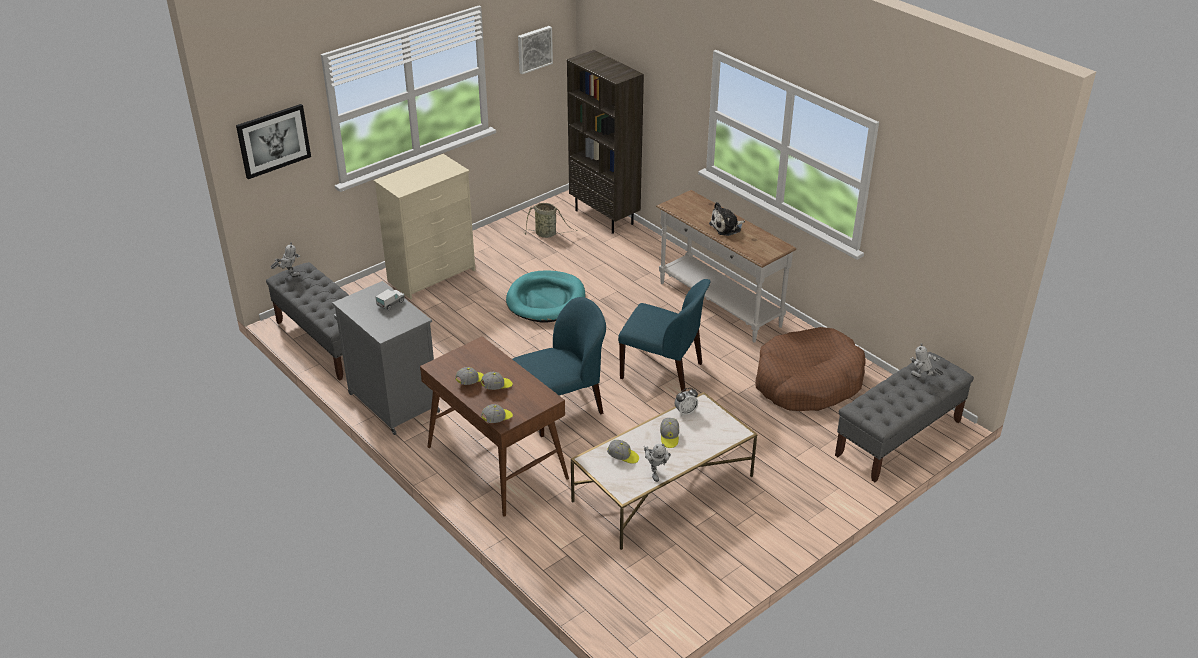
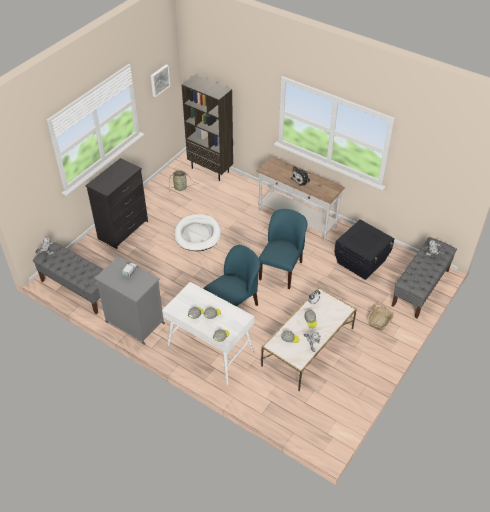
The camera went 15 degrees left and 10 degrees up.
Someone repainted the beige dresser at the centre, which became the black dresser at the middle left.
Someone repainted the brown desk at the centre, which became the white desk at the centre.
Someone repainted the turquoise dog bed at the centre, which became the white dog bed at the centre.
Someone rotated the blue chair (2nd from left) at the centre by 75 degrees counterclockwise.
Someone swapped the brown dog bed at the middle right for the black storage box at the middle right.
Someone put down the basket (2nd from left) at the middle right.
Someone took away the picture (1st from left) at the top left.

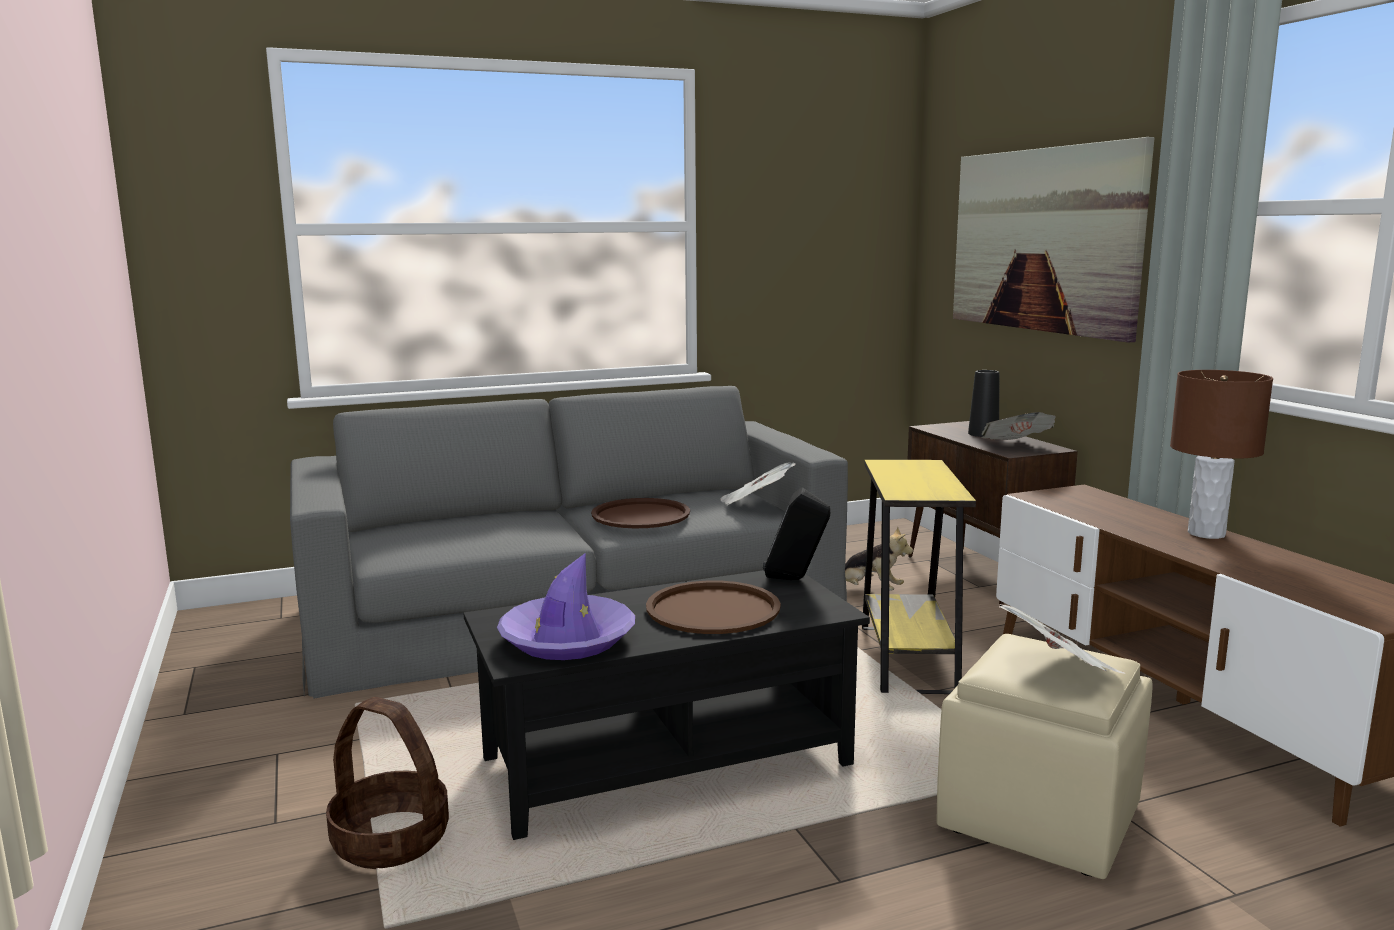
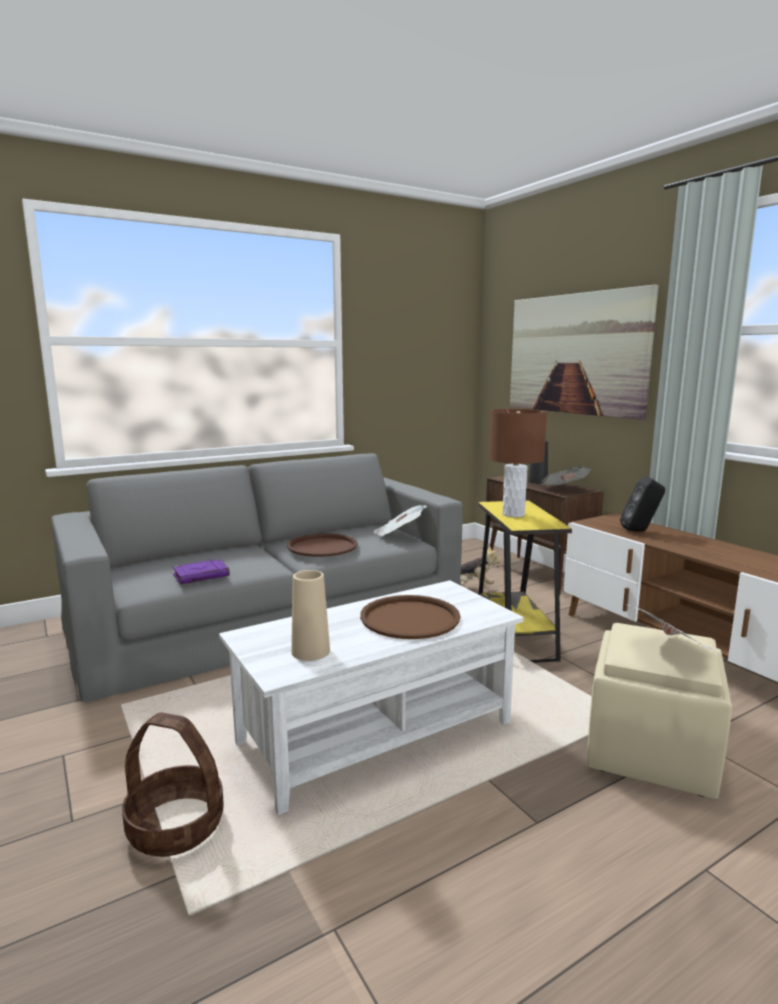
The camera went 10 degrees left and 0 degrees up.
Someone put down the purple book at the middle left.
Someone repainted the black coffee table at the bottom centre, which became the white coffee table at the bottom centre.
Someone swapped the purple hat at the centre for the beige vase at the centre.
Someone carried the brown table lamp from the middle right to the centre.
Someone carried the black speaker from the centre to the middle right.

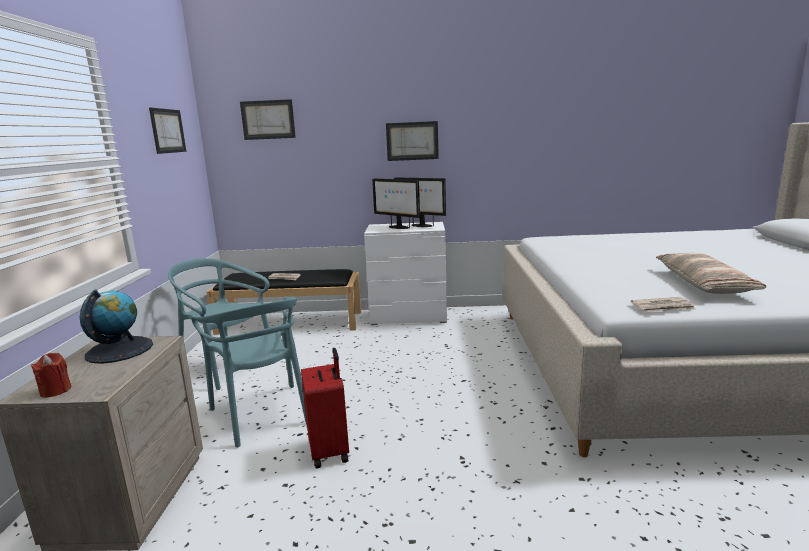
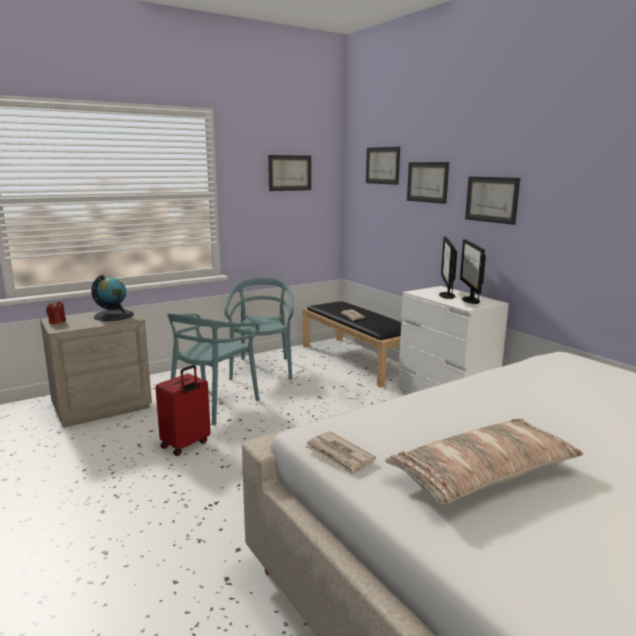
The camera went 55 degrees right and 0 degrees up.
Someone put up the picture (3rd from left) at the top right.

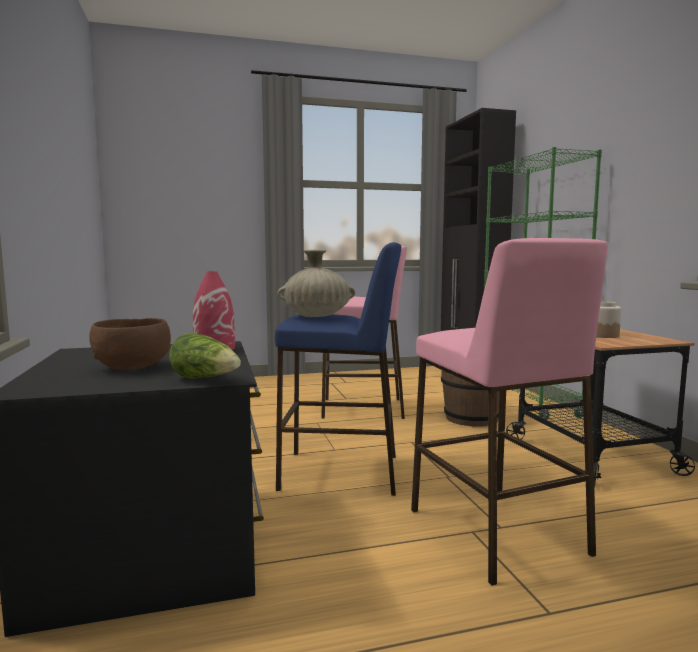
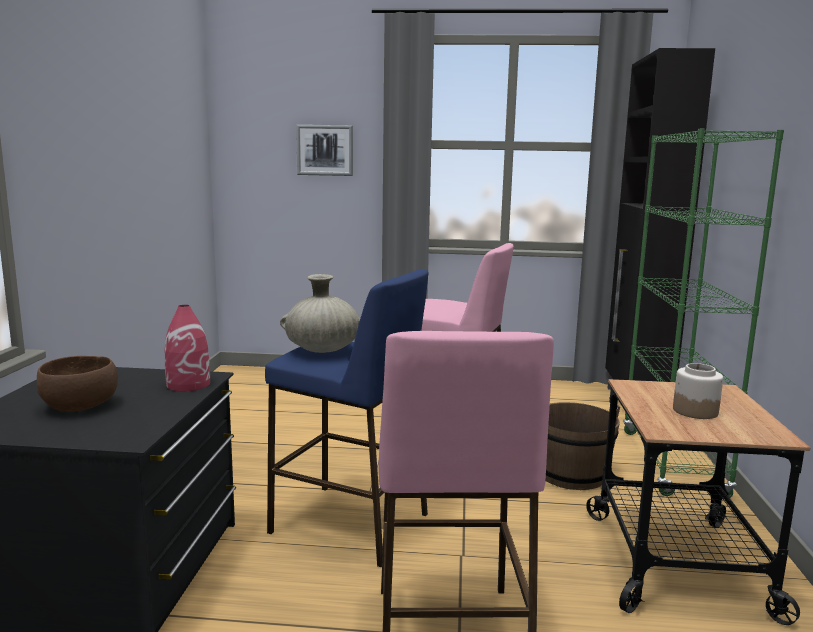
The camera went 20 degrees right and 5 degrees up.
Someone put up the picture at the top centre.
Someone took away the lettuce at the middle left.

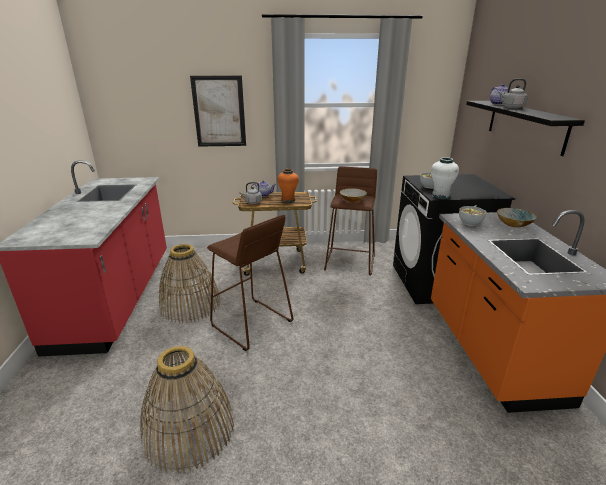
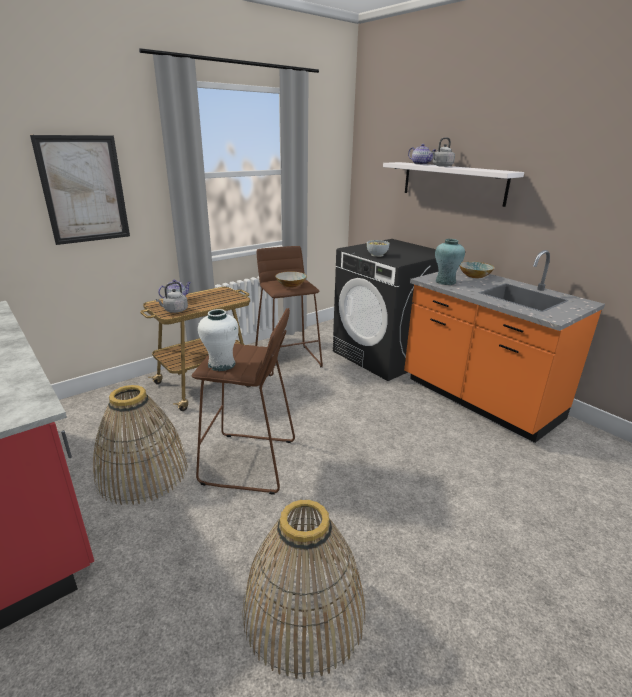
The camera went 35 degrees left and 0 degrees up.
Someone carried the white vase from the middle right to the centre.
Someone repainted the black shelf at the top right, which became the white shelf at the top right.
Someone swapped the bowl (3rd from left) at the middle right for the turquoise vase at the middle right.
Someone took away the orange vase at the centre.

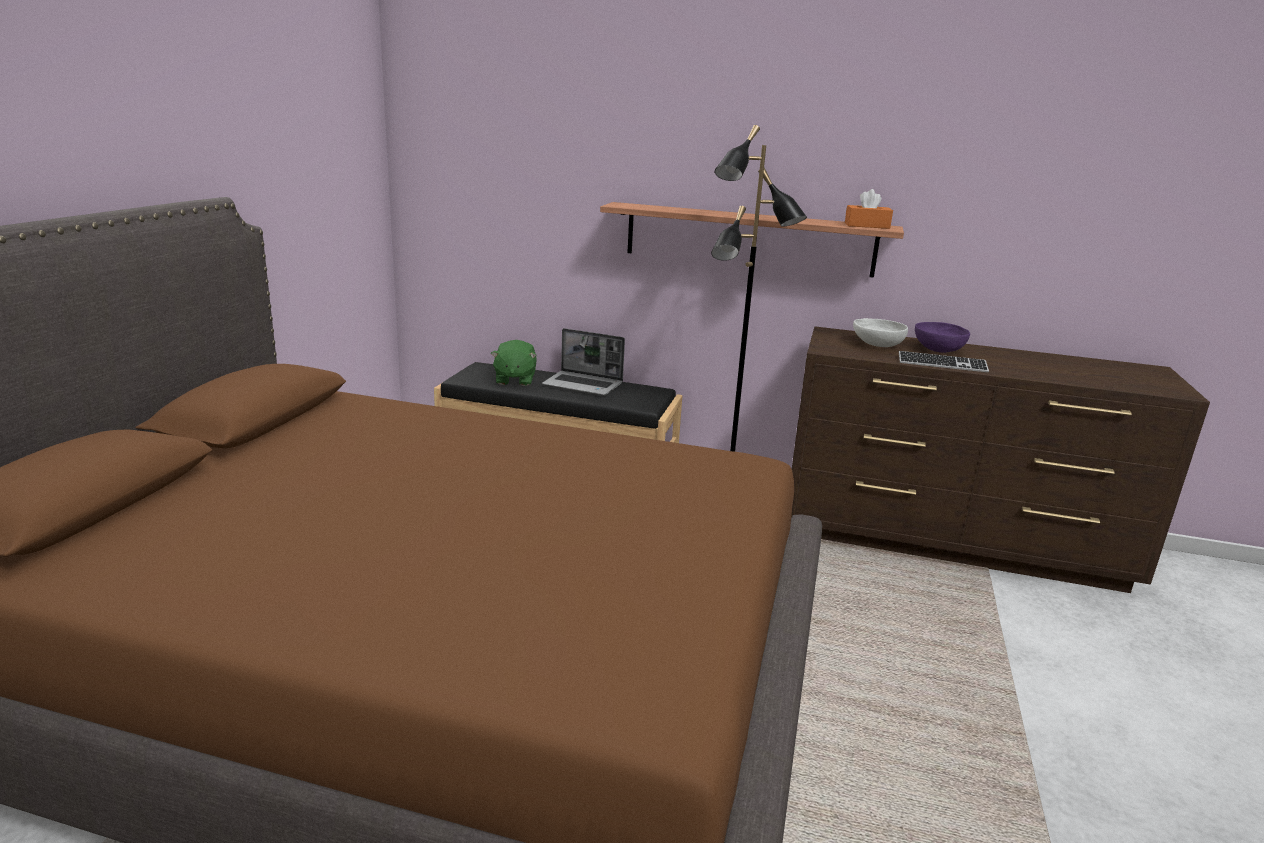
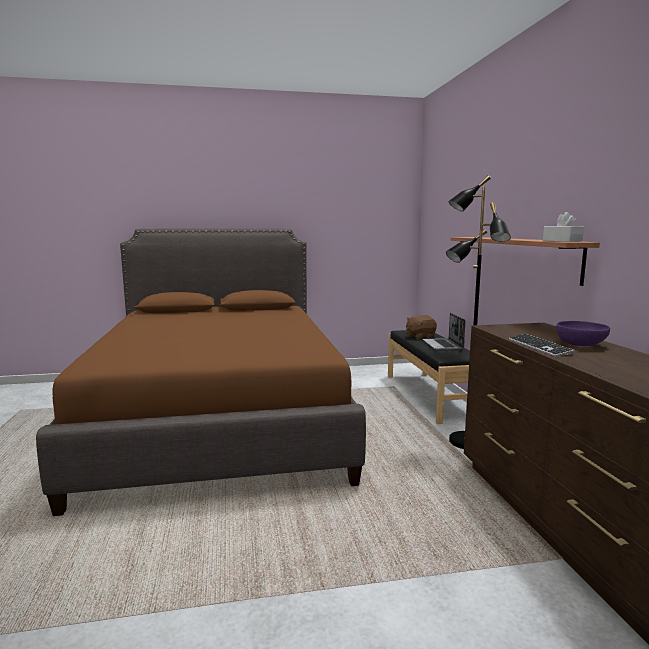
The camera went 65 degrees right and 10 degrees down.
Someone repainted the green plush toy at the centre, which became the brown plush toy at the centre.
Someone repainted the orange tissue box at the top right, which became the white tissue box at the middle right.
Someone took away the white bowl at the middle right.

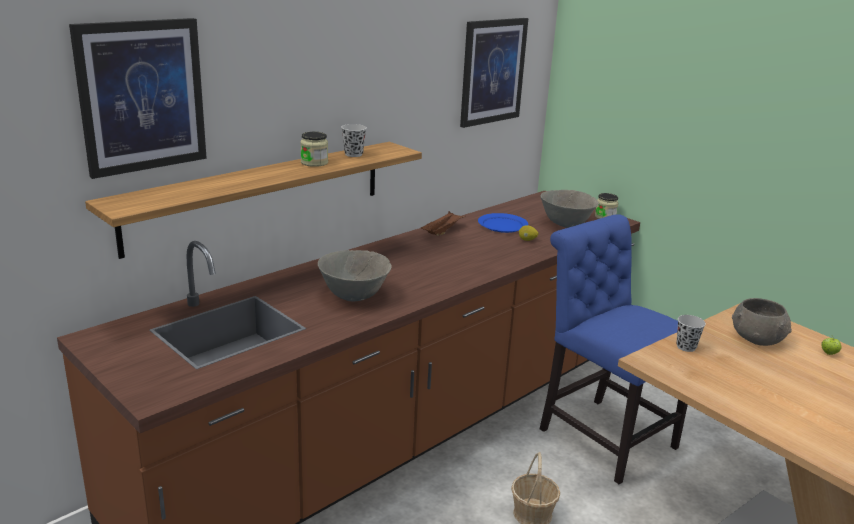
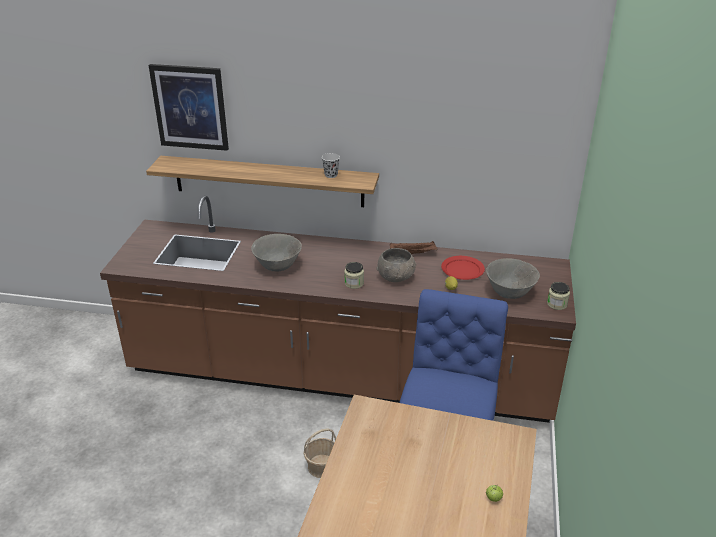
The camera went 55 degrees right and 10 degrees up.
Someone carried the jar (1st from left) from the top centre to the centre.
Someone carried the grey bowl (3rd from left in the first image) from the middle right to the centre.
Someone repainted the blue plate at the centre, which became the red plate at the centre.
Someone took away the picture (2nd from left) at the top centre.
Someone took away the black cup (2nd from left) at the middle right.

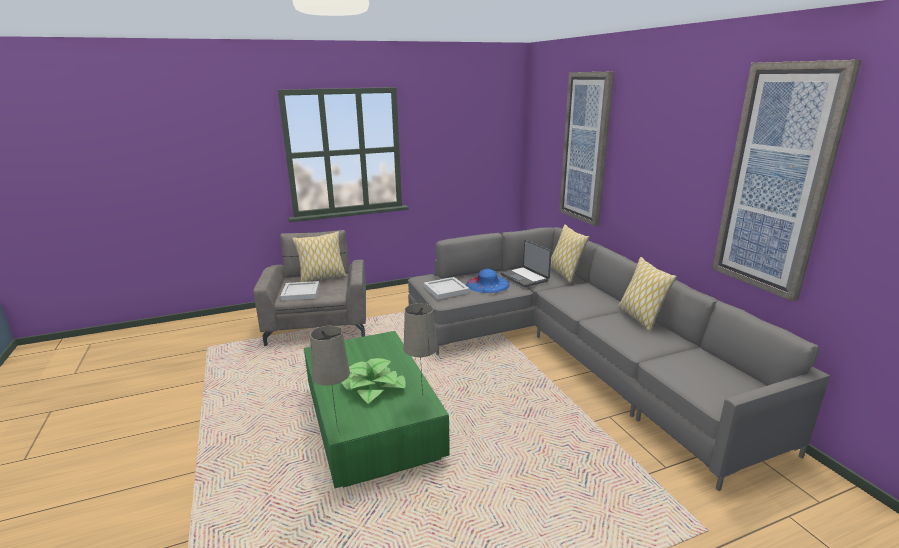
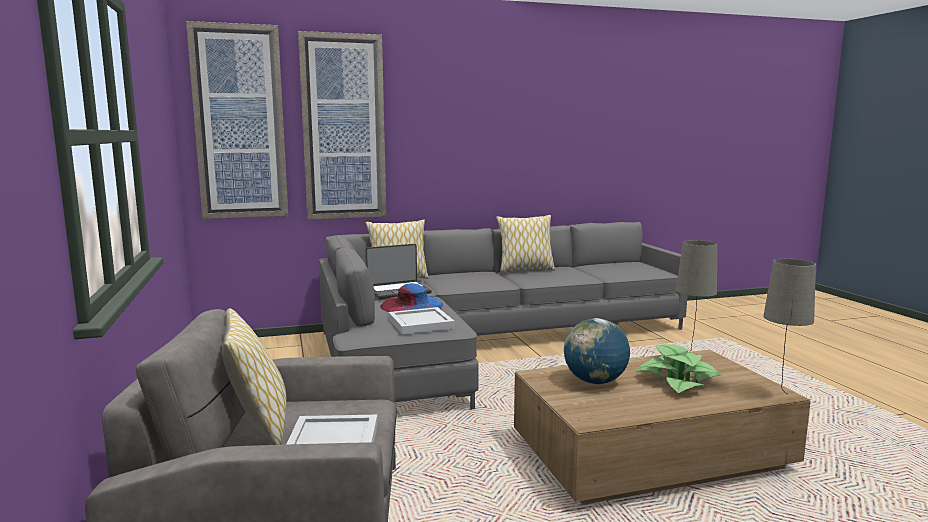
The camera went 85 degrees left and 10 degrees down.
Someone carried the picture (2nd from left in the first image) from the top right to the top left.
Someone repainted the green coffee table at the bottom centre, which became the brown coffee table at the bottom right.
Someone put down the globe at the bottom centre.

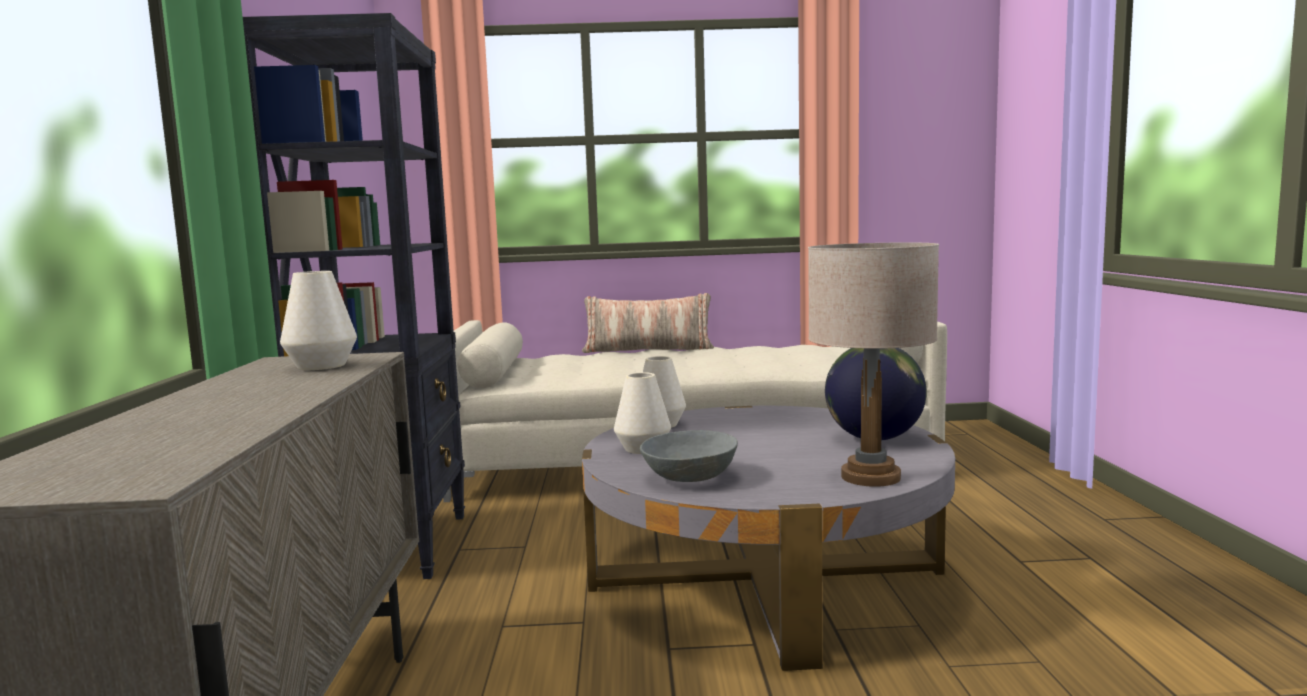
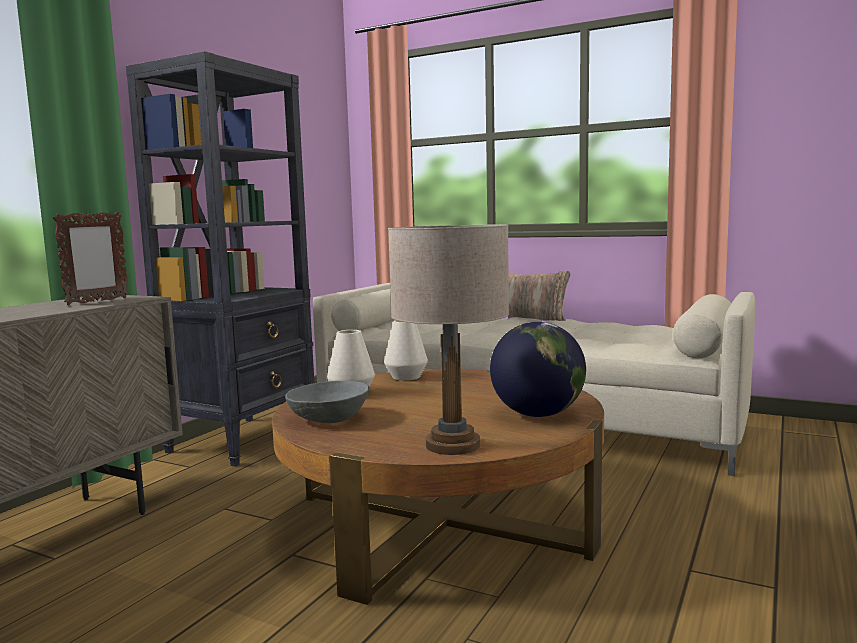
The camera went 30 degrees right and 0 degrees up.
Someone swapped the white vase (1st from left) at the middle left for the picture frame at the middle left.
Someone repainted the grey coffee table at the bottom centre, which became the brown coffee table at the bottom centre.

